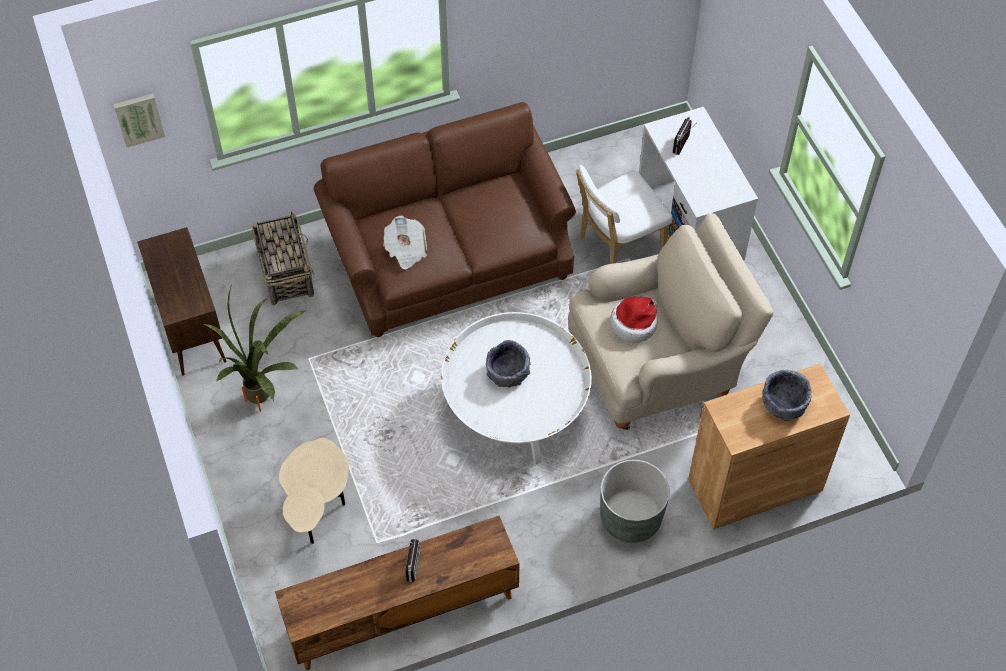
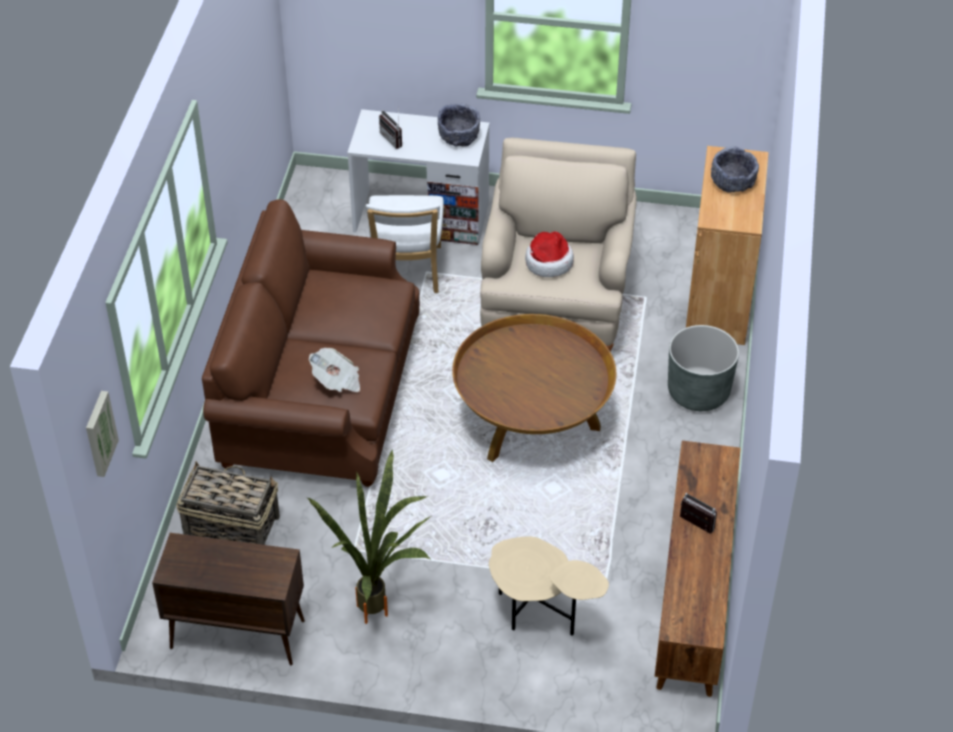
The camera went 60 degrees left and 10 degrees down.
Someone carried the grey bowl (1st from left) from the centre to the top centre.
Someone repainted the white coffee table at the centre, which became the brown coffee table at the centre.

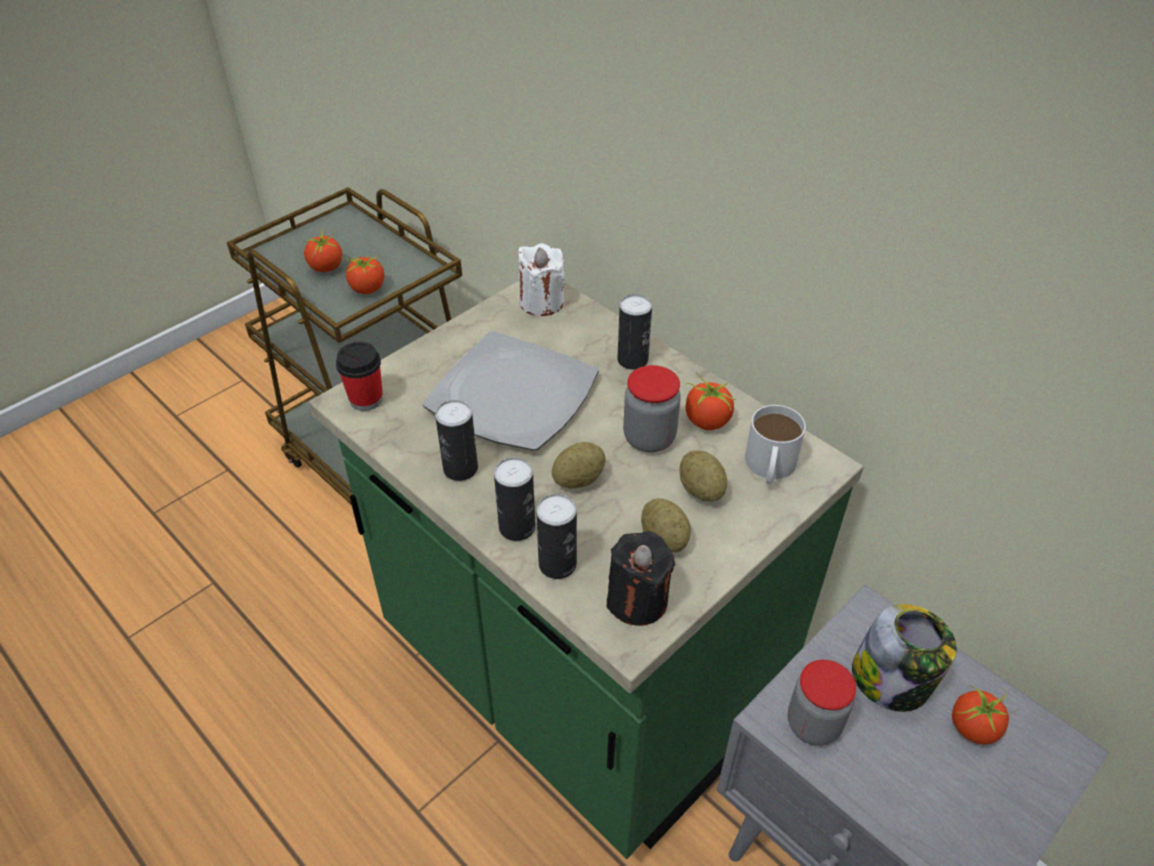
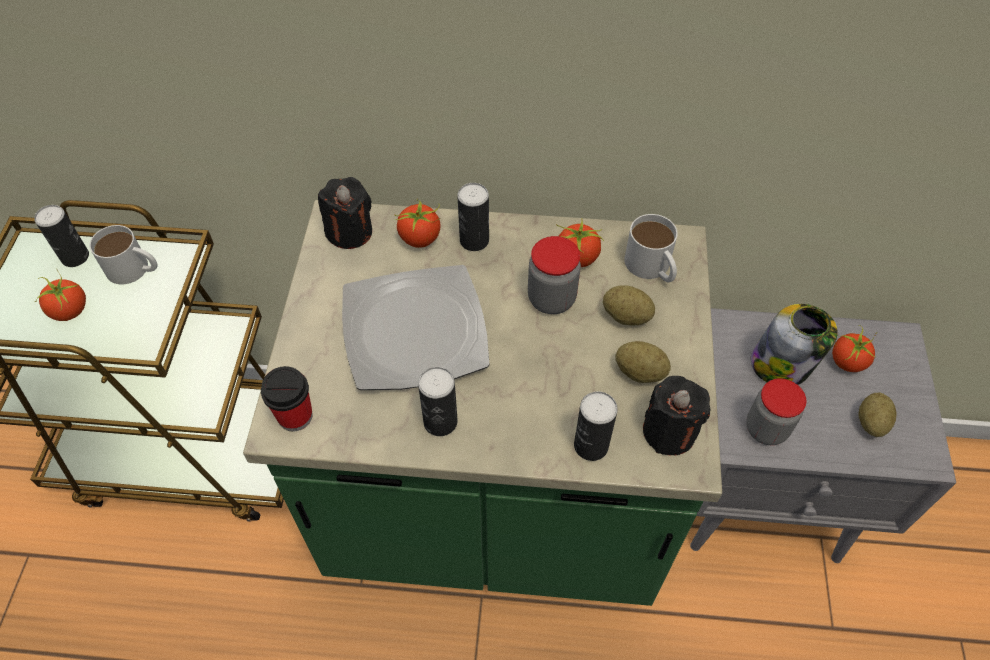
The camera went 40 degrees left and 10 degrees up.
Someone carried the can (2nd from left in the first image) from the centre to the middle left.
Someone put down the white mug (1st from left) at the middle left.
Someone repainted the white candle at the top centre, which became the black candle (1st from left) at the top centre.
Someone carried the tomato (2nd from left) from the top left to the centre.
Someone carried the potato (1st from left in the first image) from the centre to the middle right.

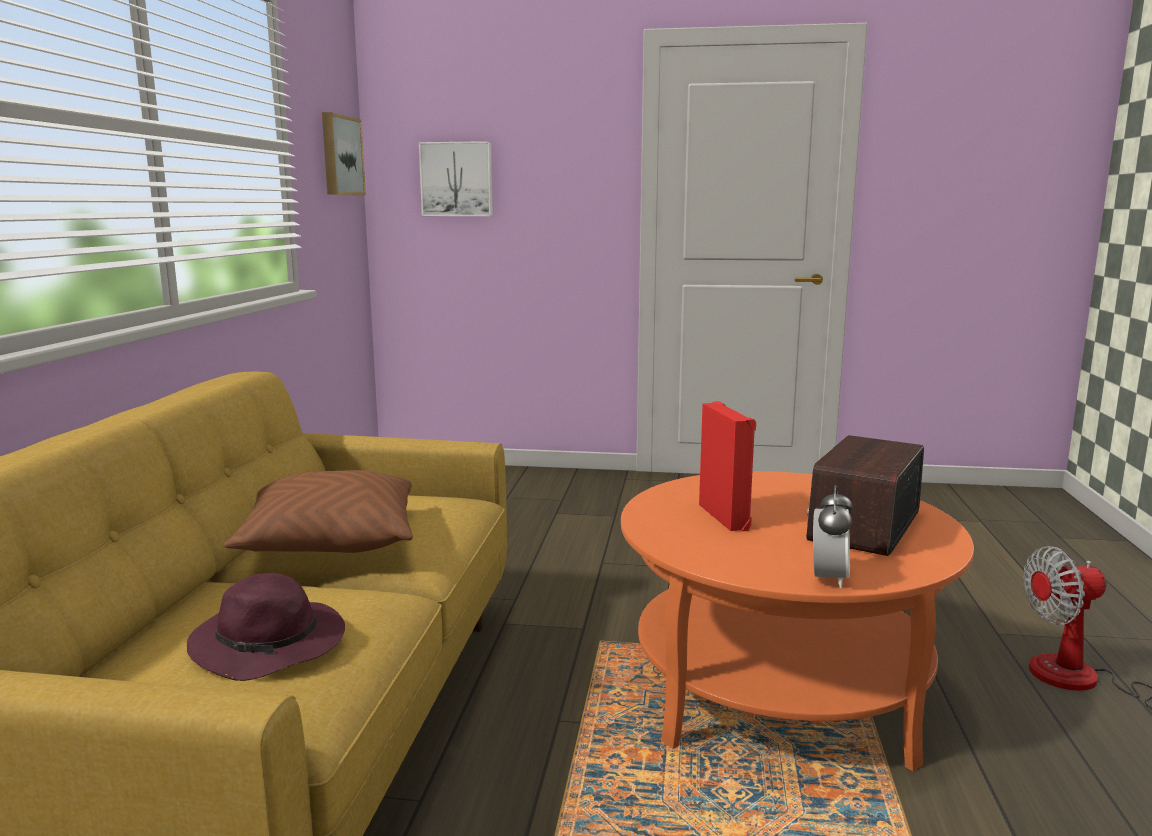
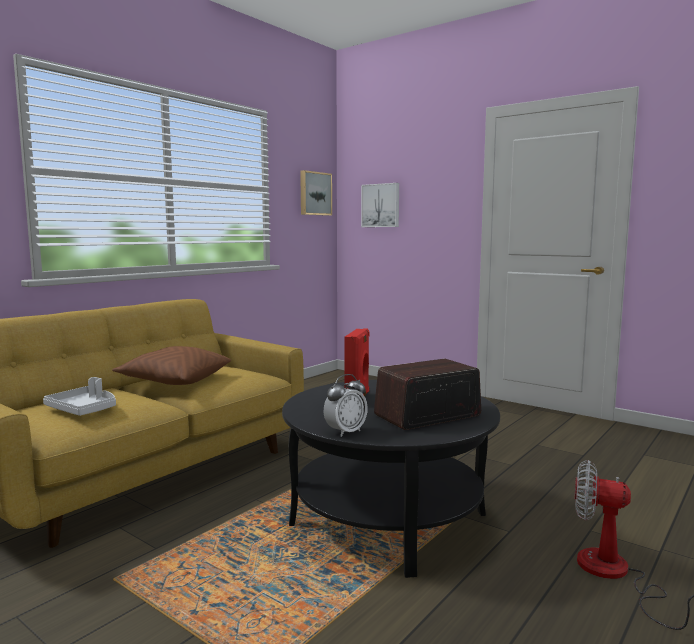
The camera went 30 degrees right and 5 degrees down.
Someone swapped the purple hat at the bottom left for the grey tray at the middle left.
Someone repainted the orange coffee table at the bottom right, which became the black coffee table at the bottom centre.

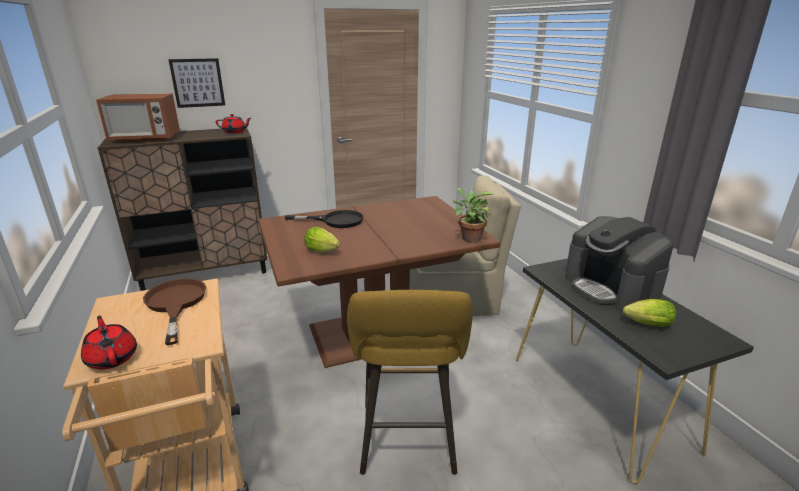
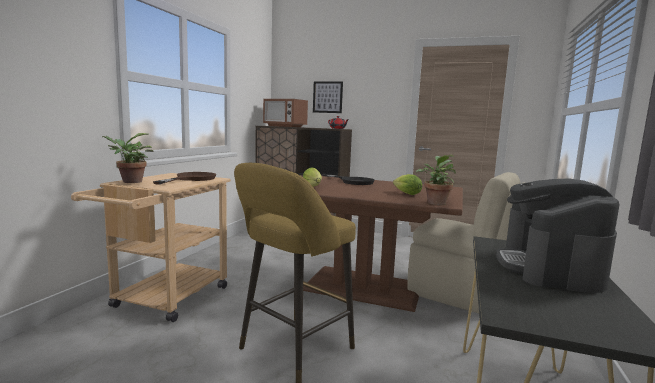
The camera went 40 degrees right and 15 degrees down.
Someone swapped the red teapot (1st from left) at the bottom left for the potted plant (1st from left) at the middle left.
Someone carried the lettuce (2nd from left) from the middle right to the centre.

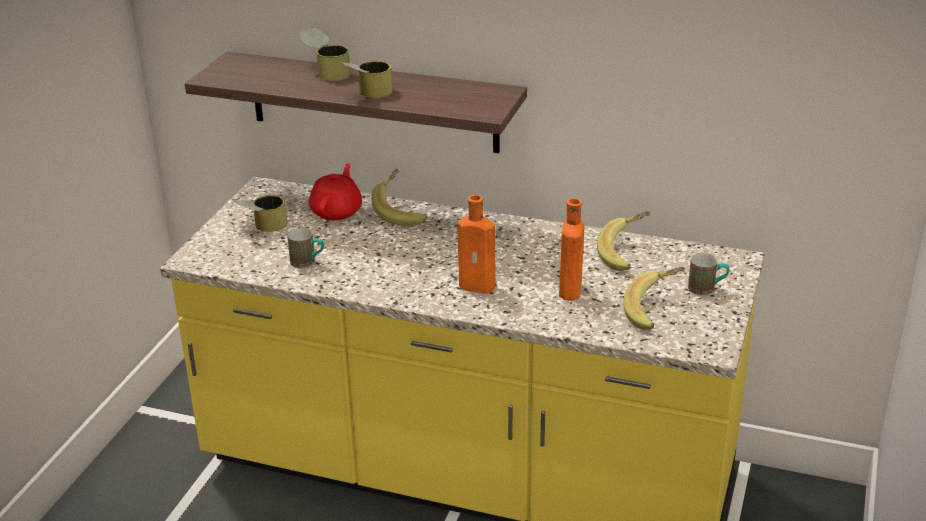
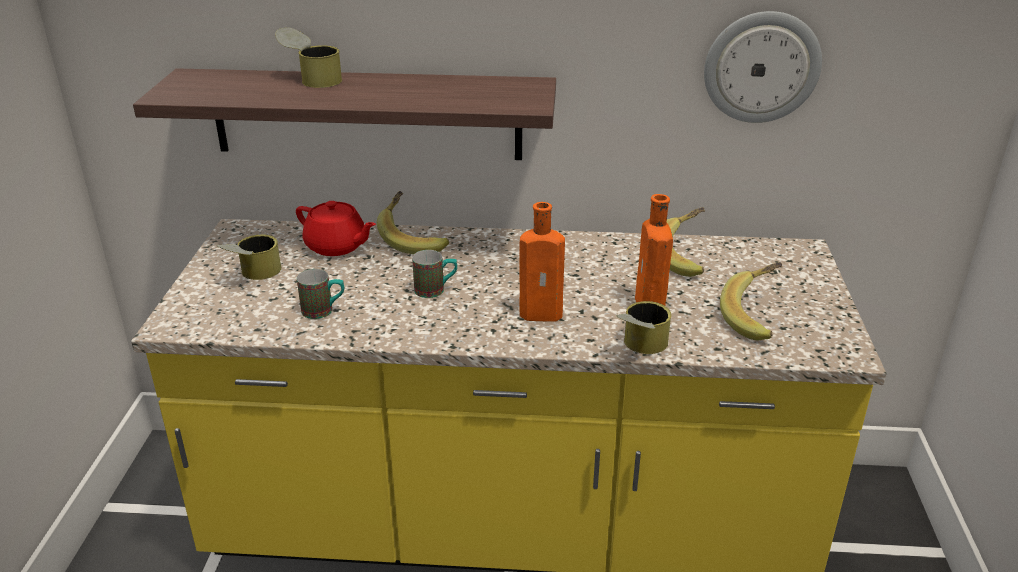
The camera went 15 degrees left and 0 degrees up.
Someone rotated the red teapot at the centre by 120 degrees clockwise.
Someone carried the mug (2nd from left) from the middle right to the centre.
Someone carried the can (3rd from left) from the top centre to the centre.
Someone put up the wall clock at the top right.

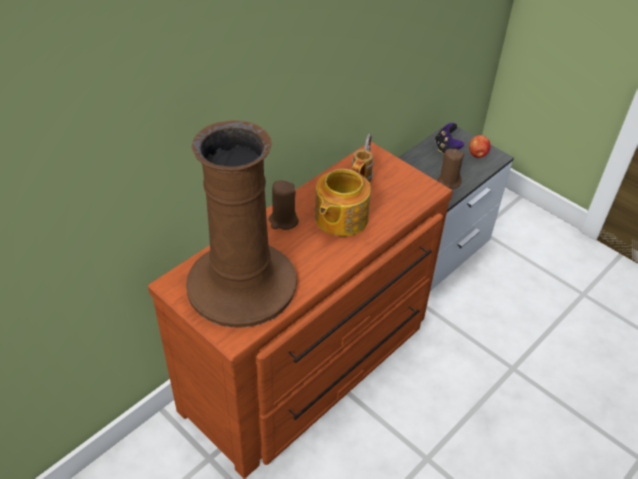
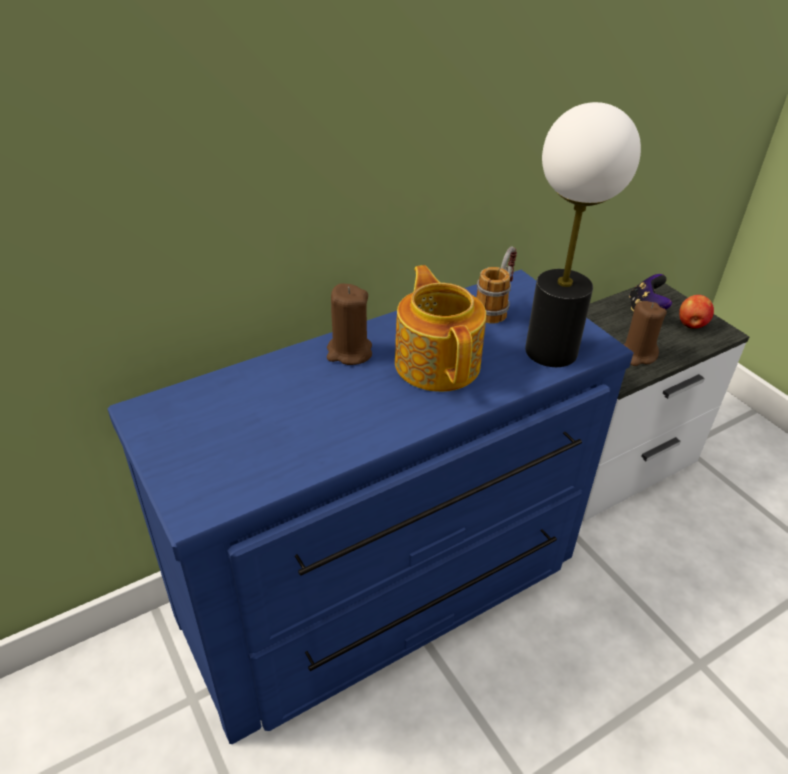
The camera went 15 degrees right and 5 degrees down.
Someone repainted the brown dresser at the centre, which became the blue dresser at the centre.
Someone rotated the teapot at the centre by 120 degrees clockwise.
Someone put down the table lamp at the top right.
Someone took away the brown vase at the centre.

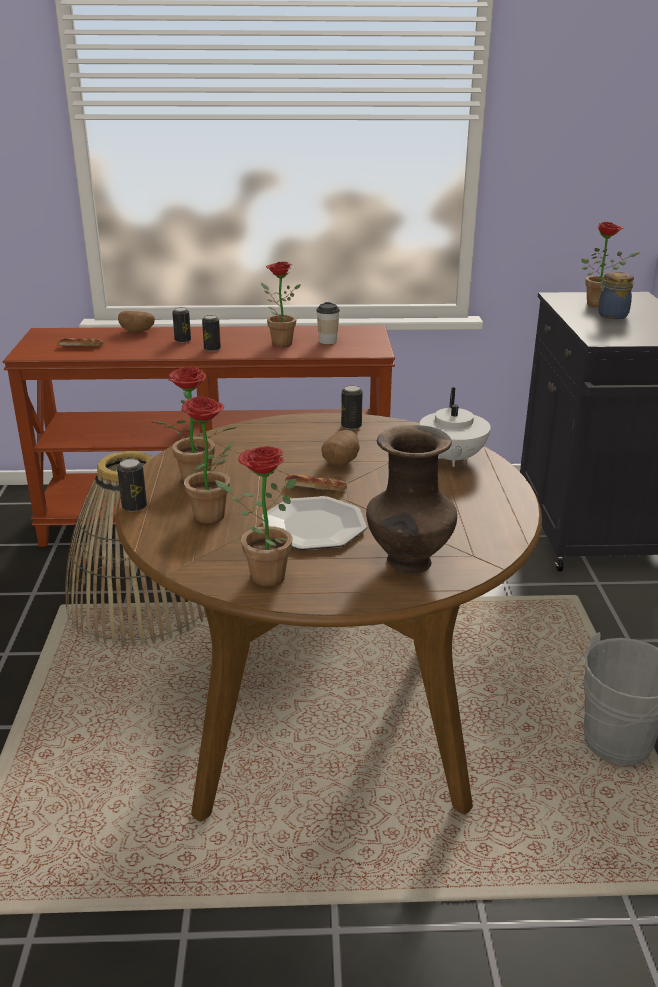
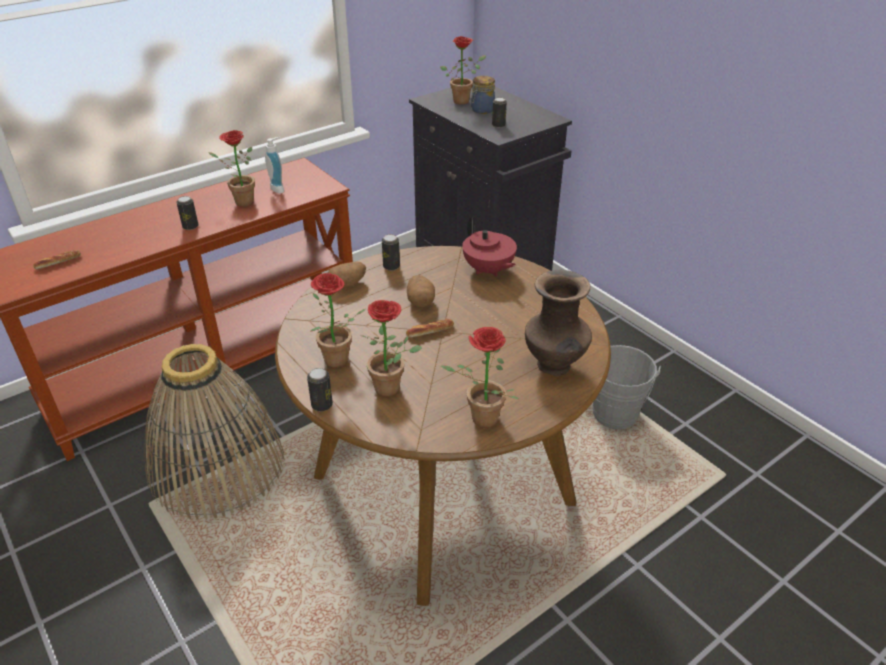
The camera went 35 degrees left and 10 degrees up.
Someone swapped the cup at the top centre for the soap dispenser at the top left.
Someone carried the potato (1st from left) from the top left to the centre.
Someone repainted the white teapot at the middle right, which became the red teapot at the centre.
Someone carried the can (2nd from left in the first image) from the top left to the top centre.
Someone took away the plate at the centre.

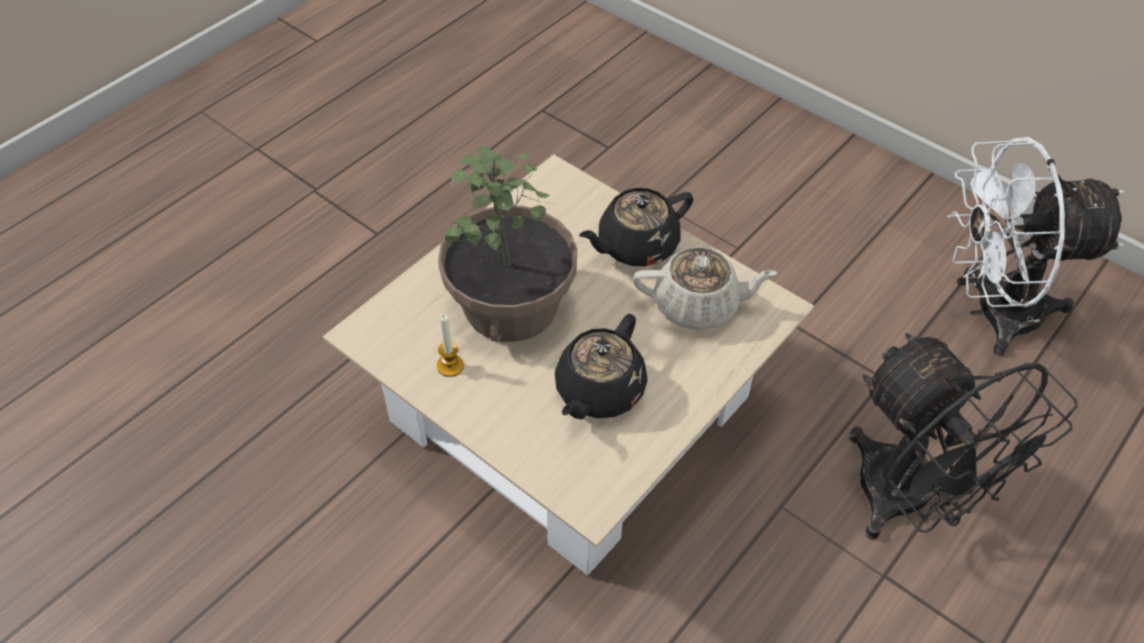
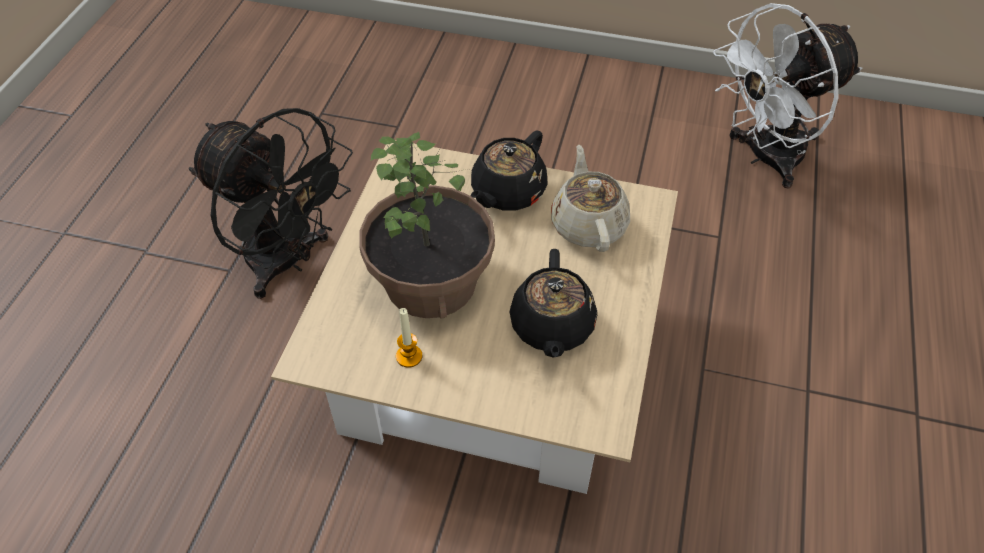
The camera went 25 degrees left and 0 degrees up.
Someone carried the black fan from the bottom right to the middle left.
Someone rotated the beige teapot at the centre by 75 degrees counterclockwise.

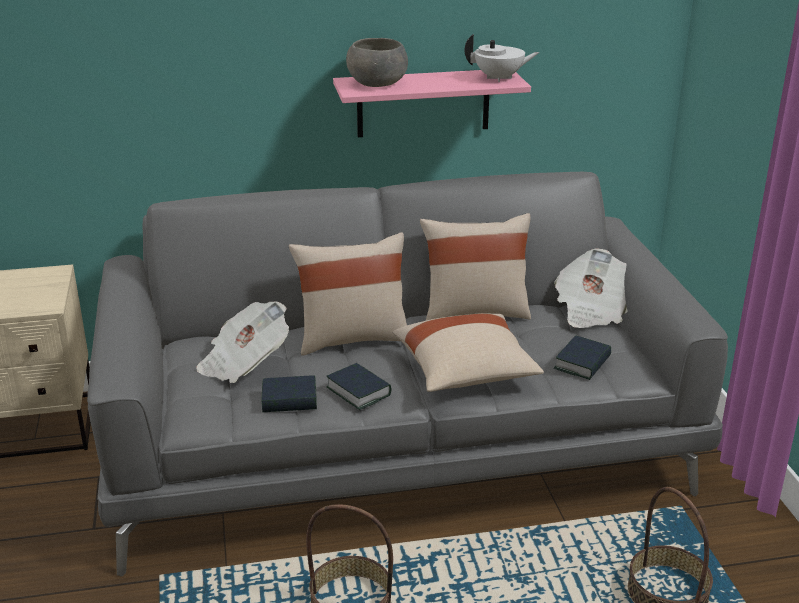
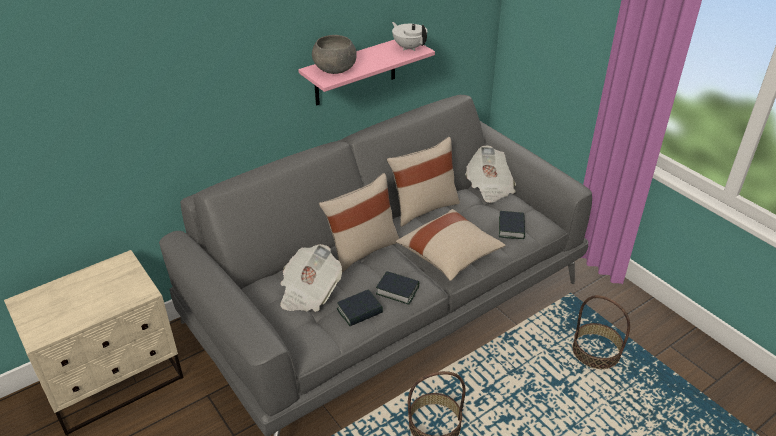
The camera went 25 degrees left and 10 degrees up.
Someone rotated the white teapot at the top centre by 105 degrees counterclockwise.

